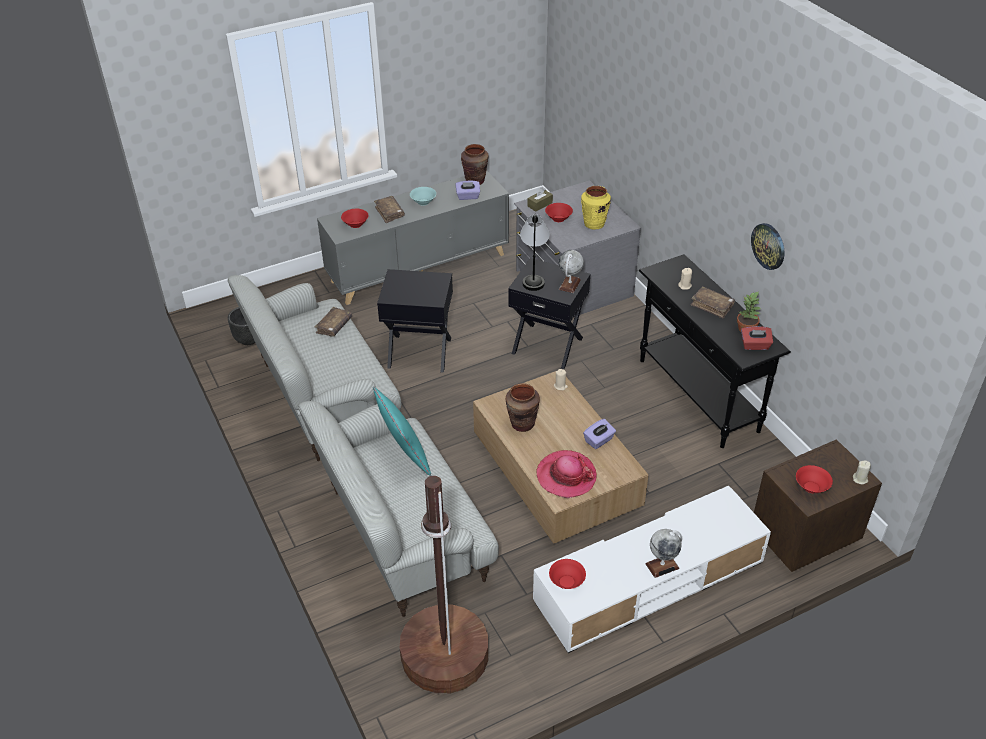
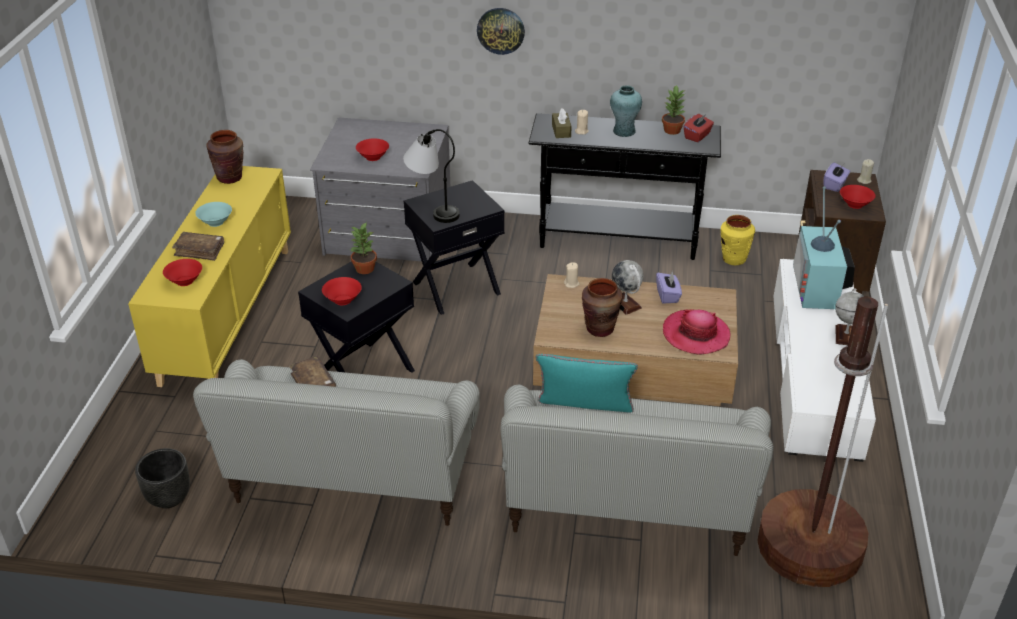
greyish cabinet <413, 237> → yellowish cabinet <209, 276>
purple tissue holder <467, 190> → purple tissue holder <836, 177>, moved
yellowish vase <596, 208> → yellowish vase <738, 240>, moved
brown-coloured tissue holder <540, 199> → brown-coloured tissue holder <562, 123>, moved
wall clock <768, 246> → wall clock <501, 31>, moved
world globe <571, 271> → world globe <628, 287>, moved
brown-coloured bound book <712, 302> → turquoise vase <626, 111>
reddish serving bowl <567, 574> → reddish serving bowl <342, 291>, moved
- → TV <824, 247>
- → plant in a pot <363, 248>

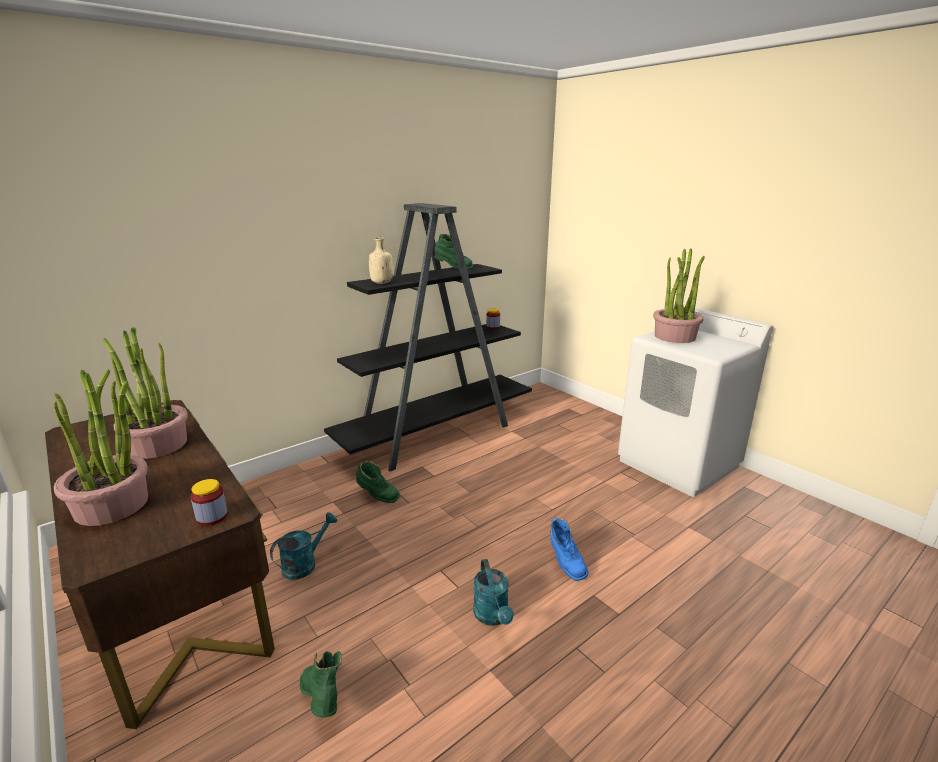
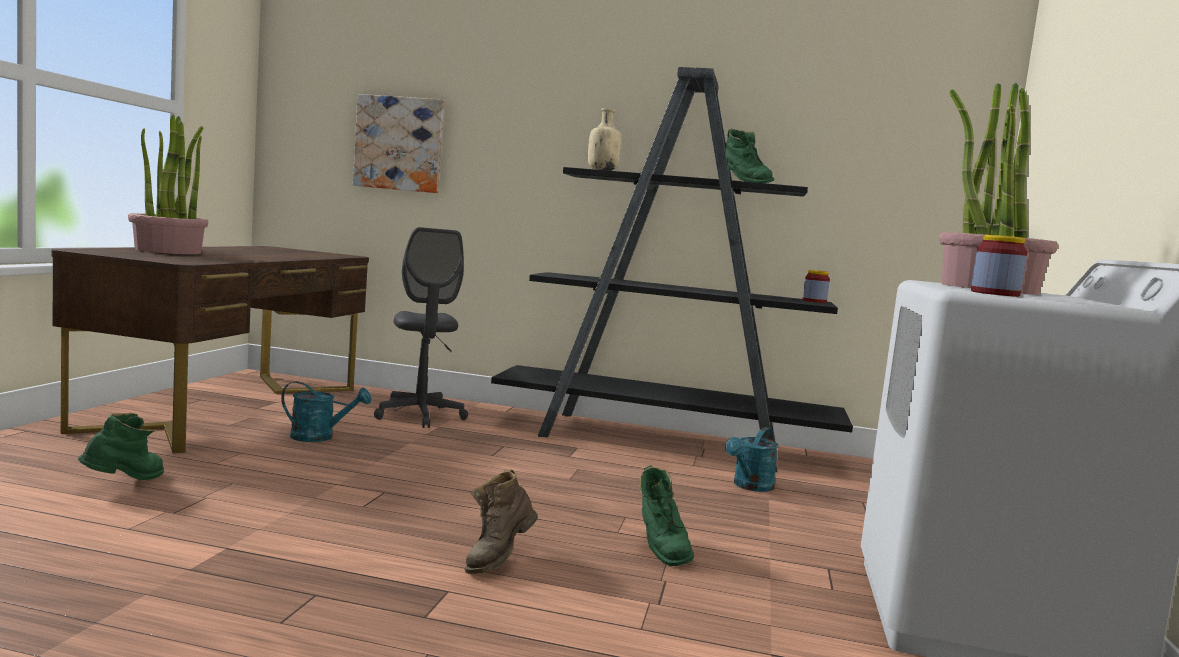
plant in a pot <145, 393> → -
green-coloured boot <378, 482> → green-coloured boot <666, 515>, moved
preserve jar <209, 502> → preserve jar <999, 266>, moved
bluish boot <569, 549> → brown-coloured boot <501, 521>
turquoise watering can <493, 592> → turquoise watering can <751, 459>, moved
- → wall picture <398, 143>
- → greyish desk chair <421, 327>

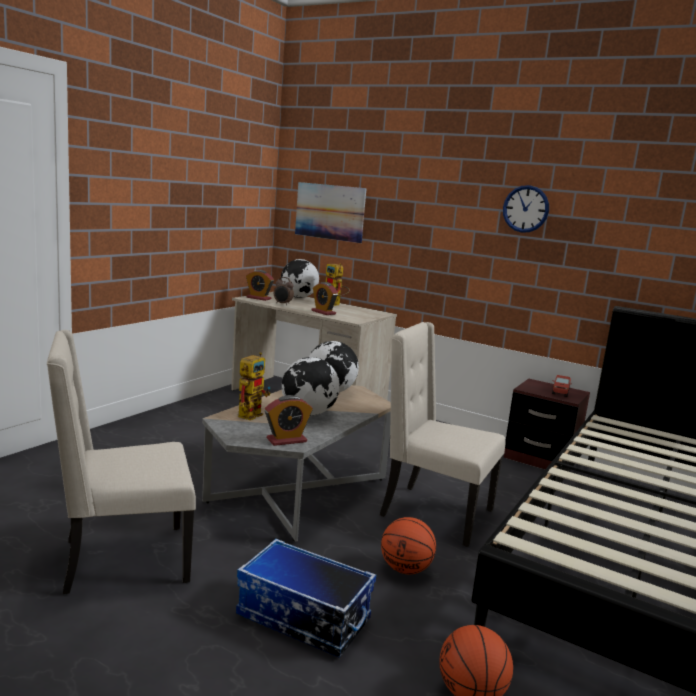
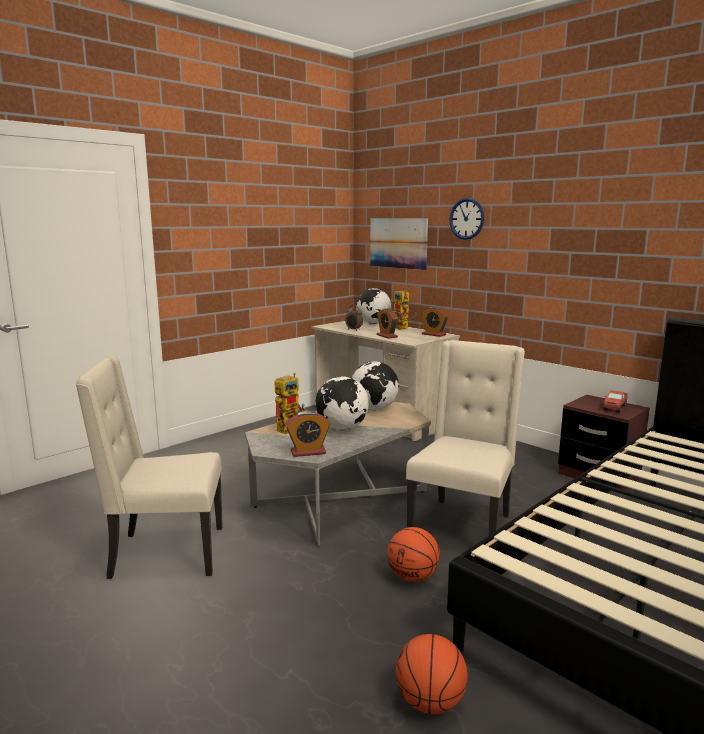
wall clock <526, 209> → wall clock <466, 219>, moved
bedside clock <260, 285> → bedside clock <434, 322>, moved
sand-coloured upright chair <443, 434> → sand-coloured upright chair <465, 437>, 75 degrees clockwise
storage bin <306, 598> → -

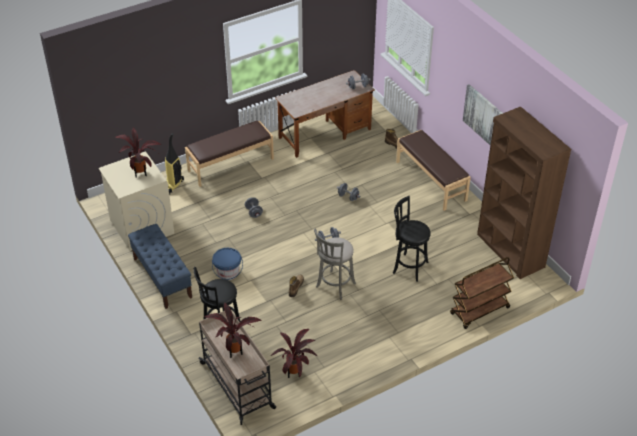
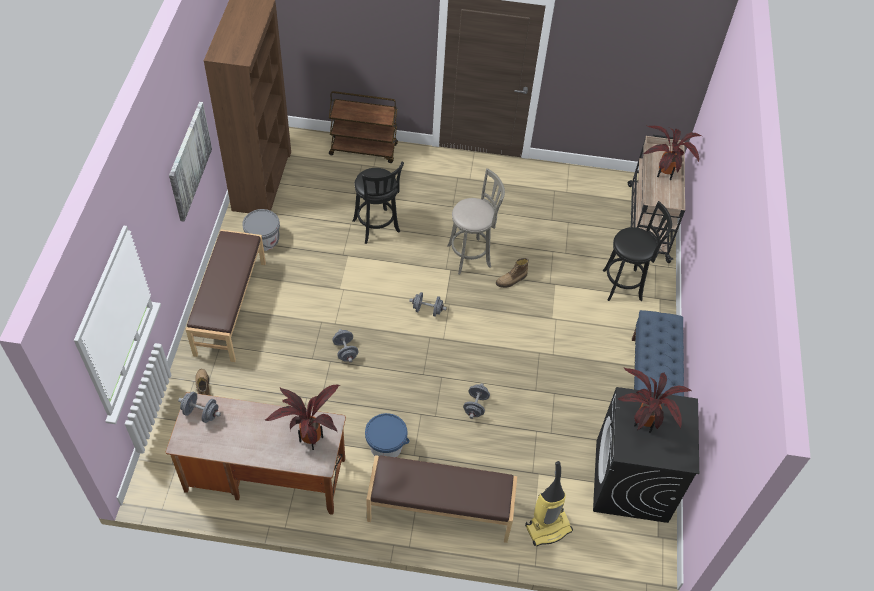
sand-coloured laundry machine <136, 201> → blackish laundry machine <646, 455>
bluish water bucket <227, 264> → bluish water bucket <387, 435>, moved
plant in a pot <293, 353> → plant in a pot <302, 417>, moved
- → greyish water bucket <261, 230>

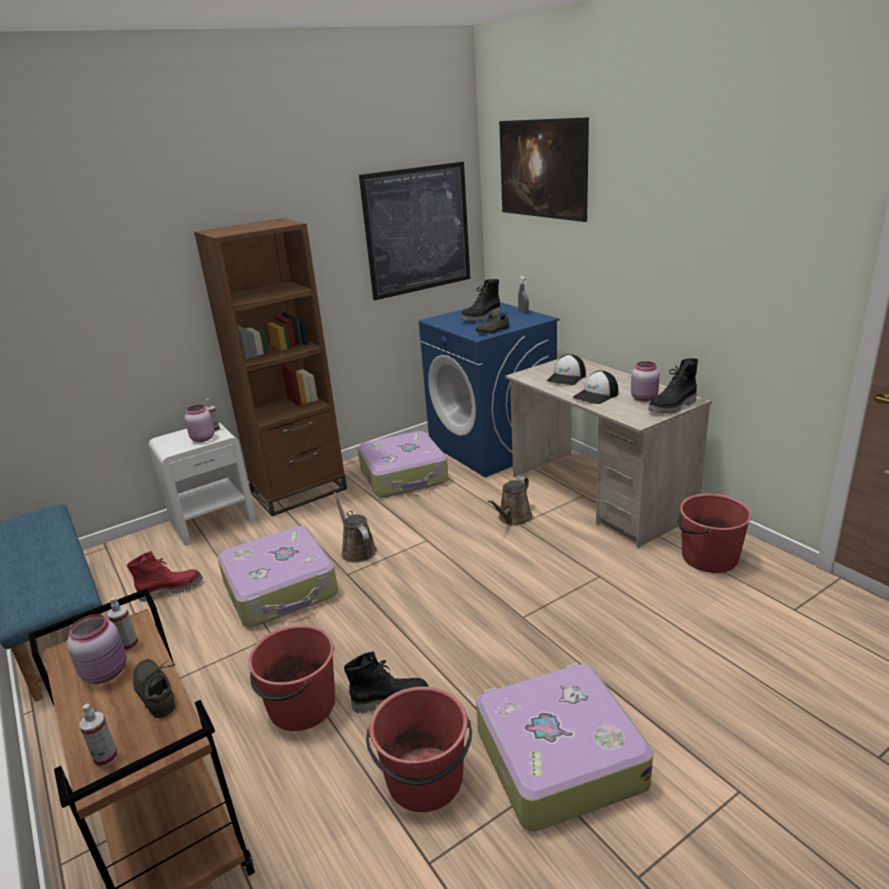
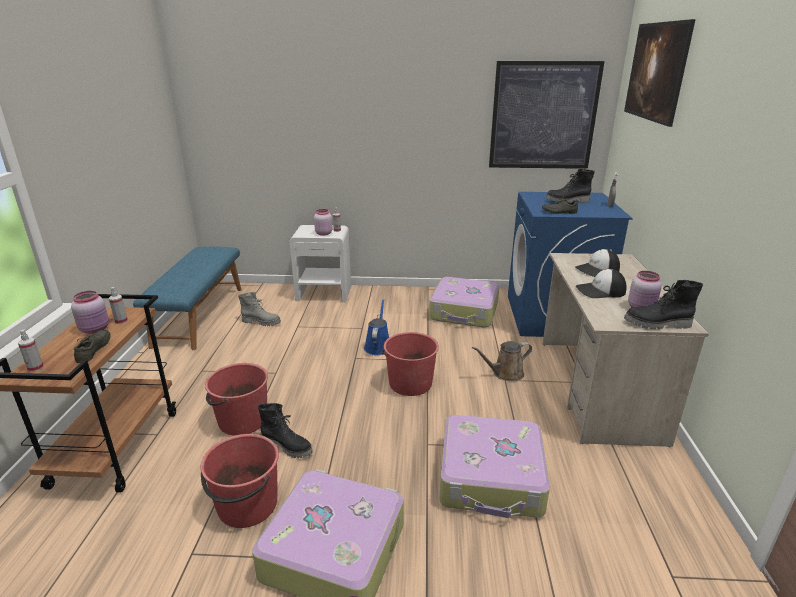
brown-coloured shelving unit <270, 367> → -
brown-coloured watering can <355, 527> → bluish watering can <376, 327>
reddish water bucket <714, 533> → reddish water bucket <410, 364>, moved
suitcase <277, 576> → suitcase <495, 466>, moved
reddish boot <165, 576> → greyish boot <259, 309>

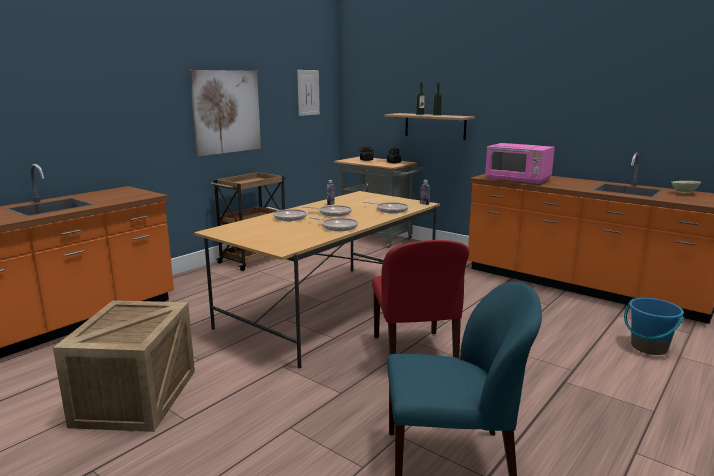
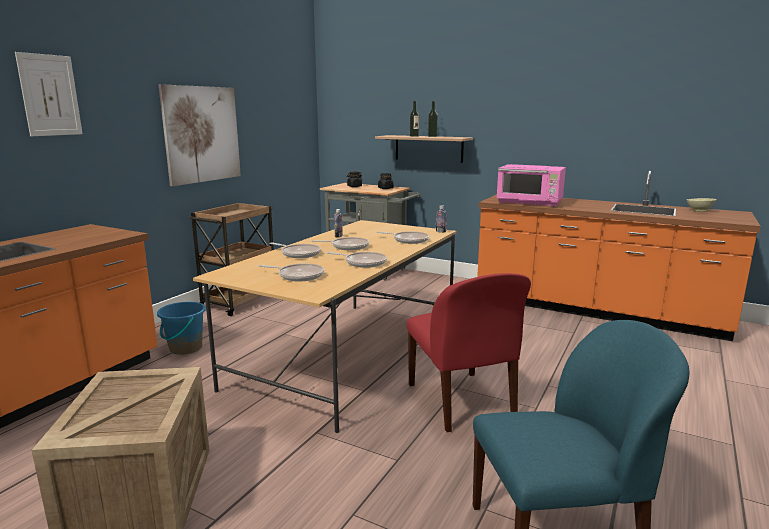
wall picture <308, 93> → wall picture <49, 94>, moved
bluish water bucket <654, 326> → bluish water bucket <181, 328>, moved
- → skillet <291, 272>

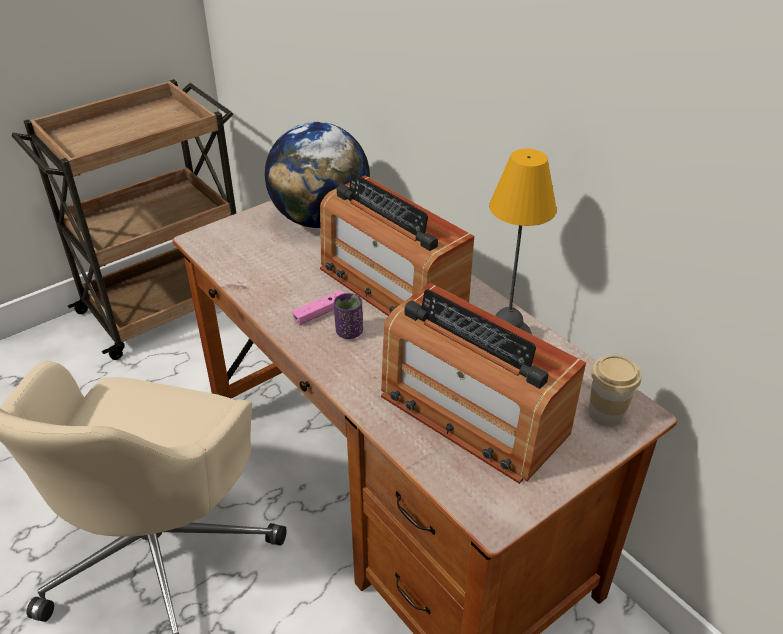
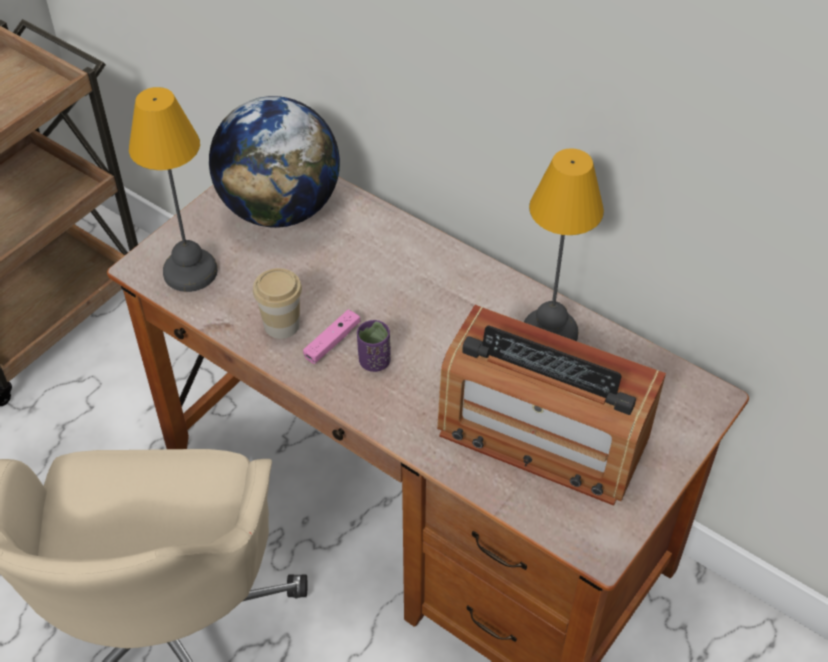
radio <397, 244> → -
small cup <615, 391> → small cup <277, 303>, moved
- → lamp for a table <173, 189>

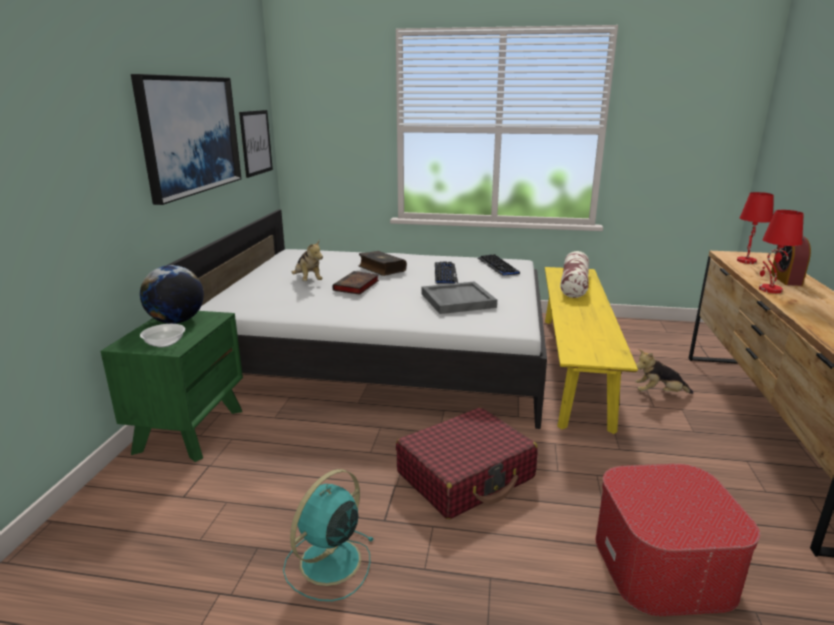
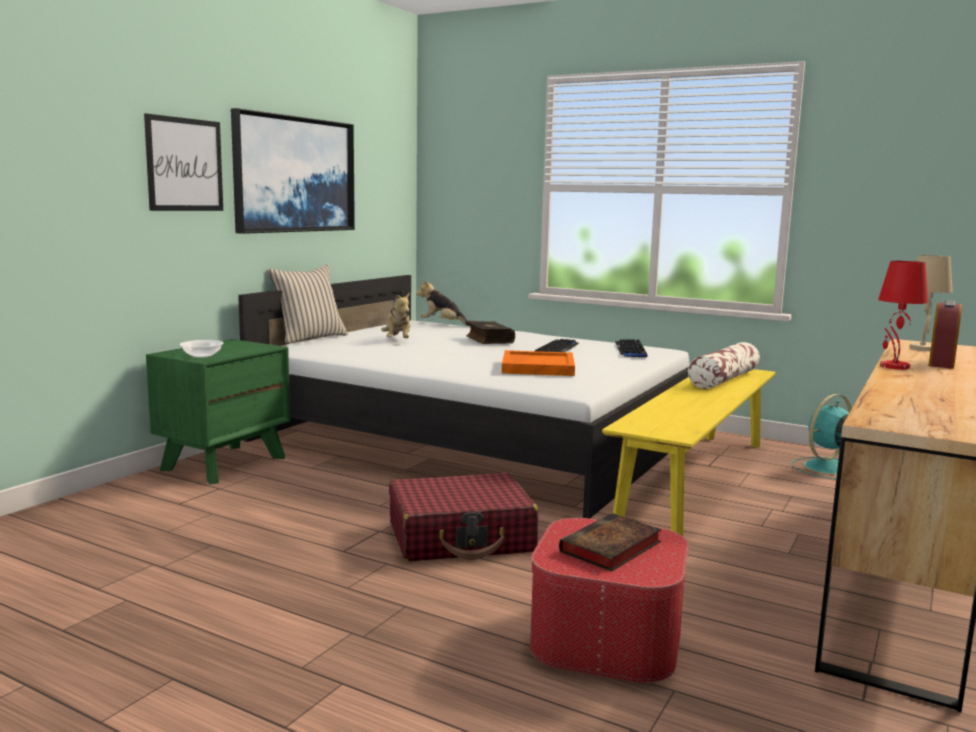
wall picture <256, 144> → wall picture <183, 162>, moved
reddish lamp for a table <755, 228> → sand-coloured lamp for a table <931, 303>
world globe <172, 294> → -
bound book <355, 283> → bound book <610, 542>, moved
greyish serving tray <459, 297> → orange-coloured serving tray <538, 363>
cuddly toy <664, 371> → cuddly toy <443, 303>, moved
turquoise cooling fan <328, 535> → turquoise cooling fan <821, 437>, moved
- → sand-coloured cushion <307, 304>

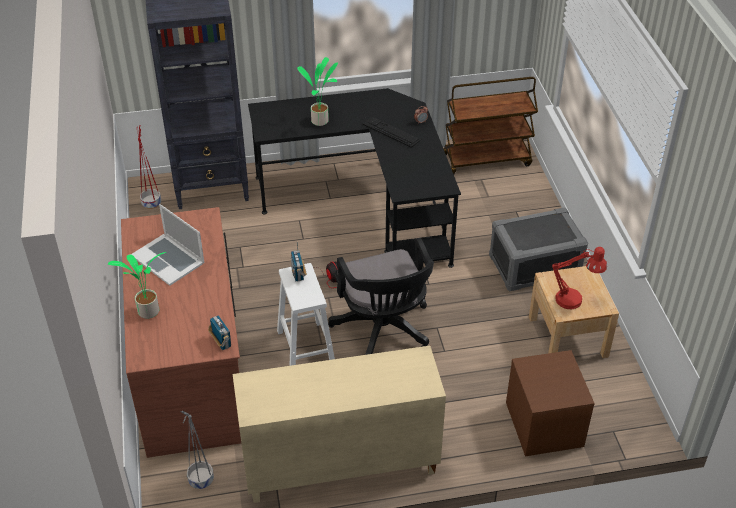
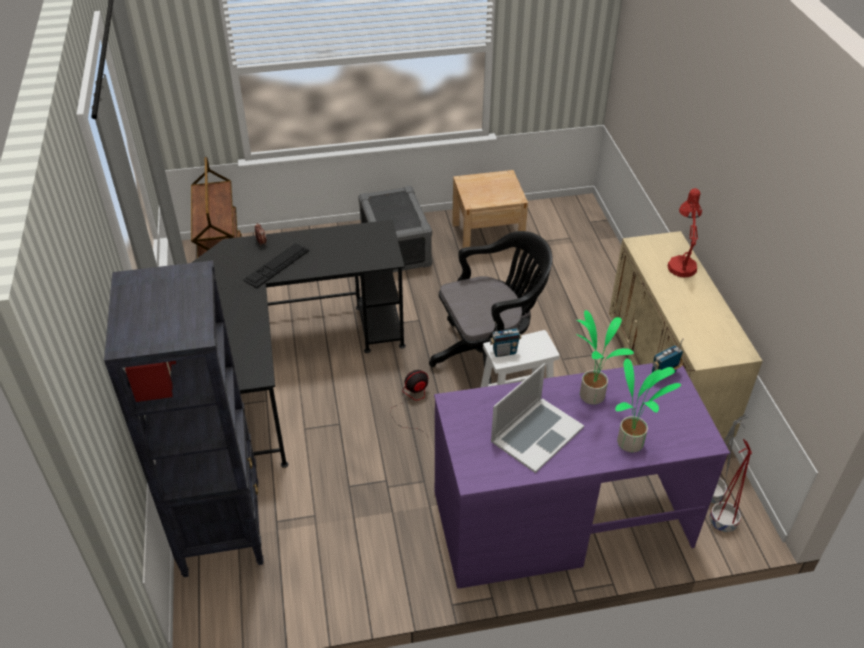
plant in a pot <317, 91> → plant in a pot <605, 357>, moved
reddish flower pot <149, 167> → reddish flower pot <730, 485>, moved
brown-coloured desk unit <181, 332> → purple desk unit <582, 475>
reddish lamp for a table <579, 278> → reddish lamp for a table <685, 232>, moved
brown-coloured bedside table <550, 403> → -

